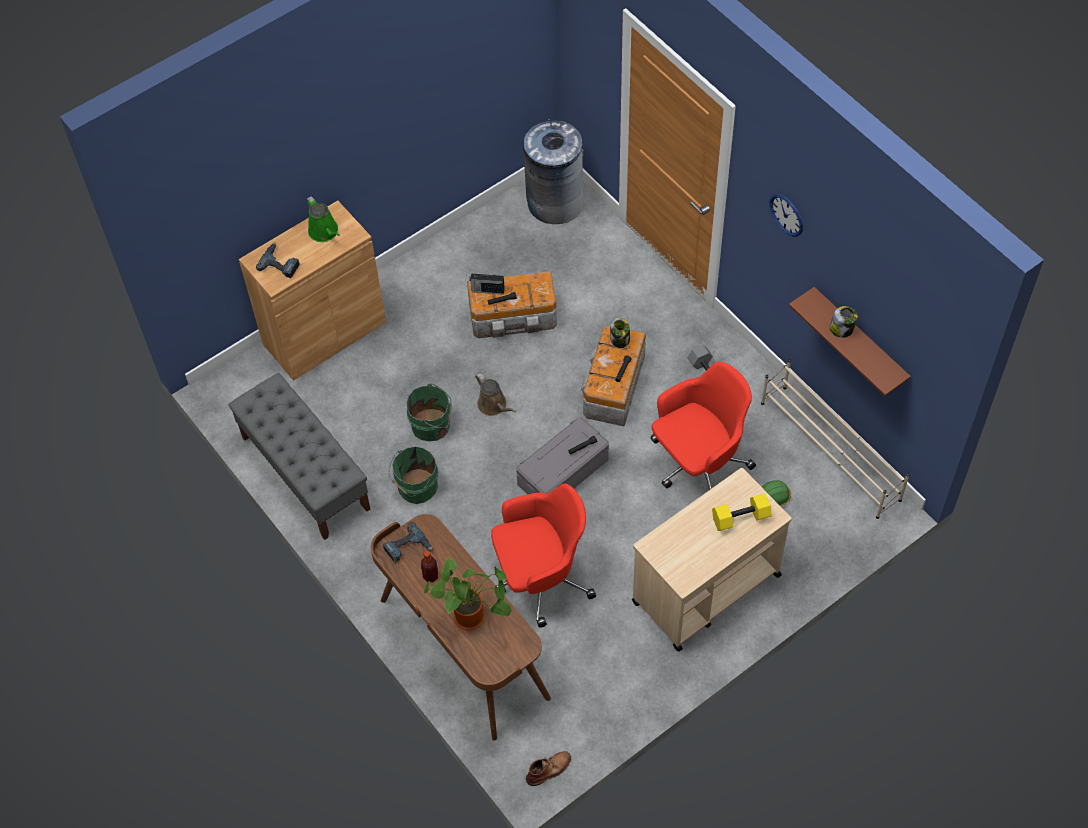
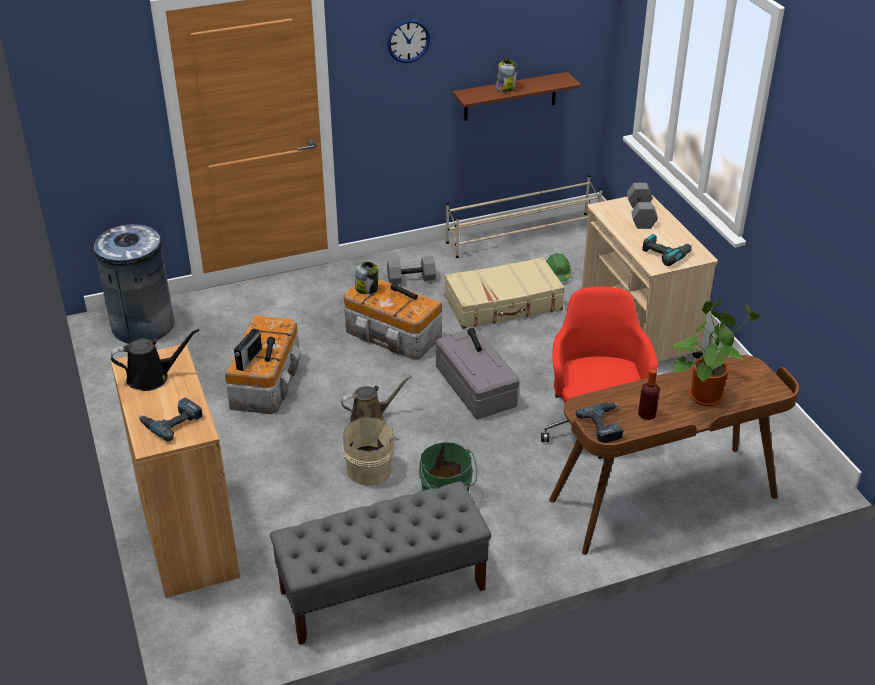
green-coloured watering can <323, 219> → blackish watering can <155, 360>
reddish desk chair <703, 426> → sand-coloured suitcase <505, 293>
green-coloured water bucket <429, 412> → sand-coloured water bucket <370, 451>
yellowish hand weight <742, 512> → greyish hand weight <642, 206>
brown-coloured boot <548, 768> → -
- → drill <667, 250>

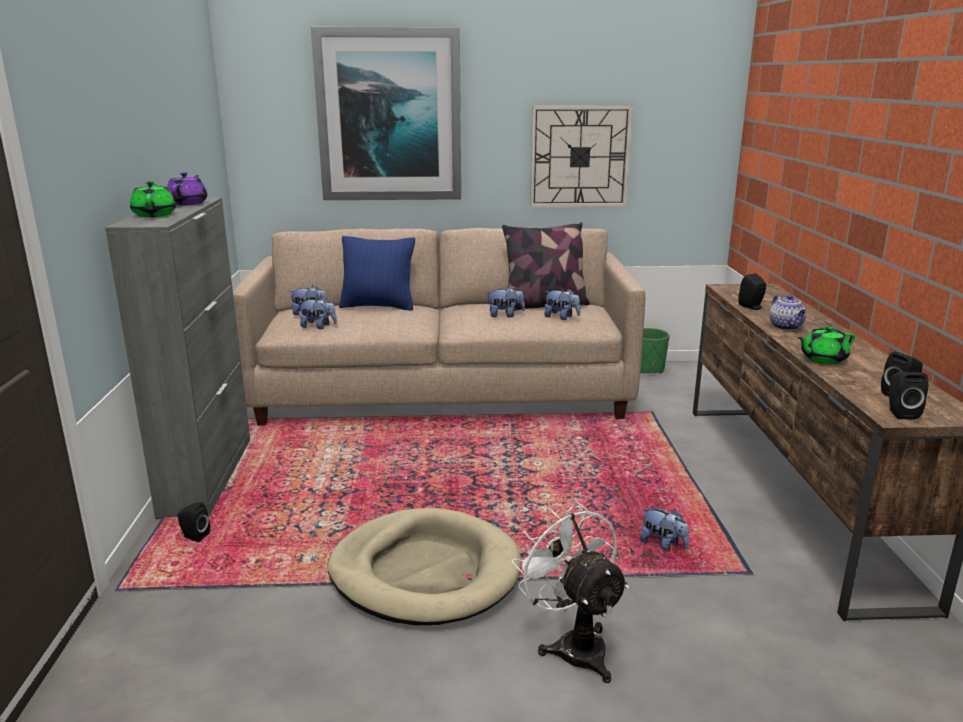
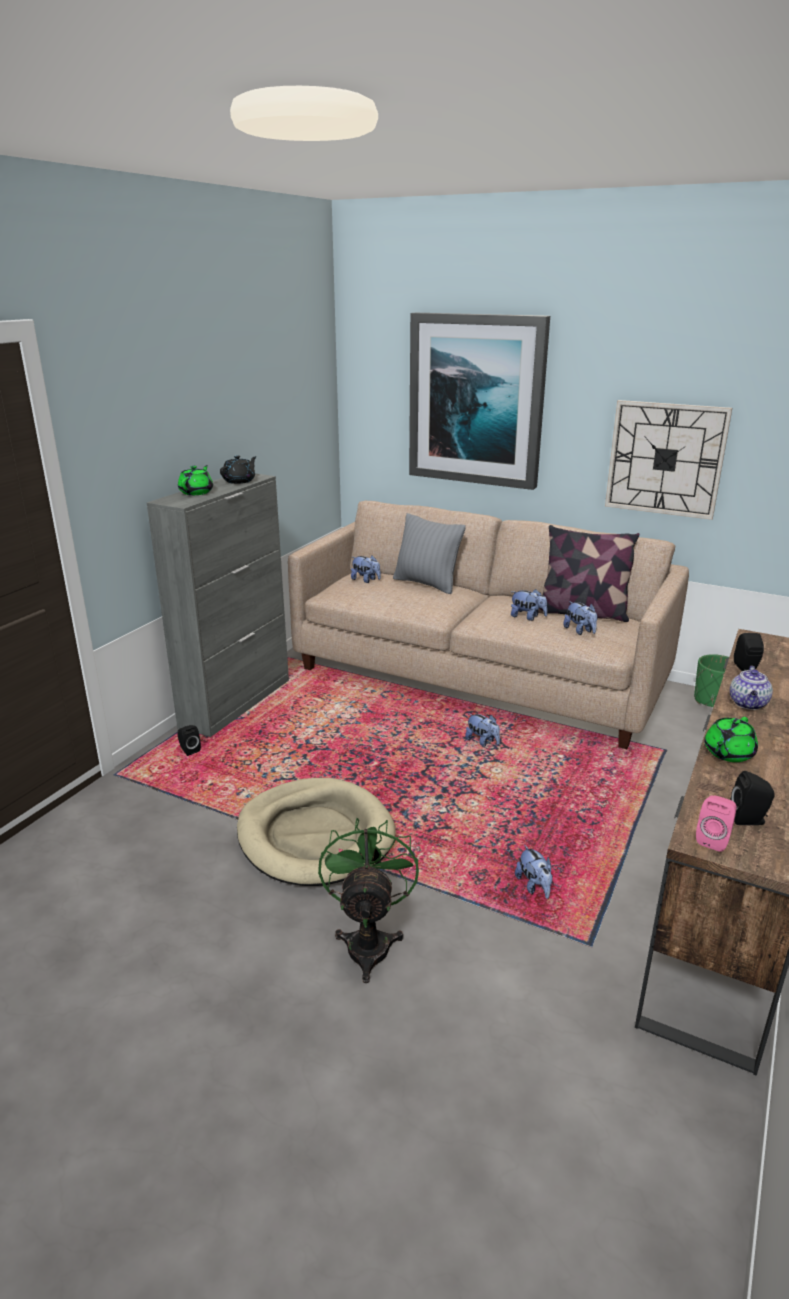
purple pot for tea <187, 188> → blackish pot for tea <238, 469>
bluish cushion <377, 273> → greyish cushion <429, 553>
cuddly toy <318, 313> → cuddly toy <482, 729>, moved
green-coloured pot for tea <826, 345> → green-coloured pot for tea <731, 739>, 60 degrees counterclockwise
blackish loudspeaker <909, 396> → pink loudspeaker <716, 823>
white cooling fan <570, 592> → green-coloured cooling fan <368, 900>

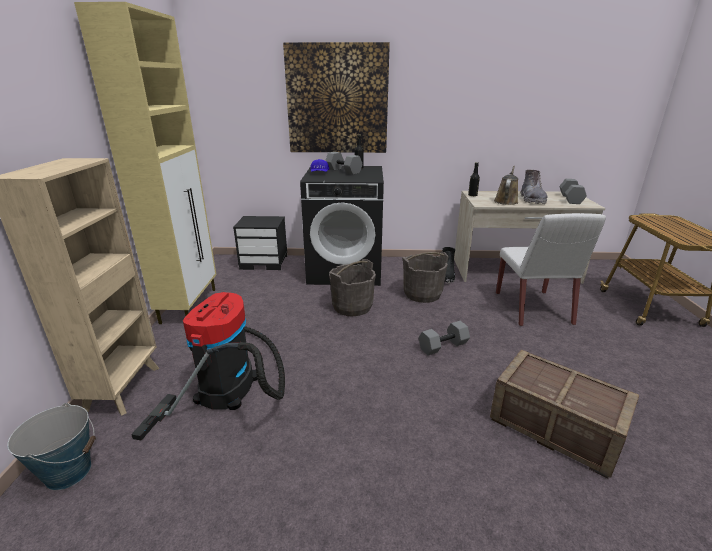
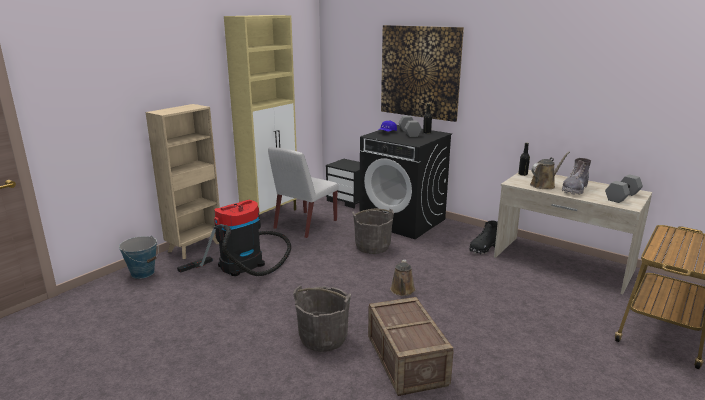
white upright chair <551, 269> → white upright chair <303, 192>, moved
greyish water bucket <425, 277> → greyish water bucket <322, 319>, moved
greyish hand weight <444, 338> → brown-coloured watering can <402, 278>

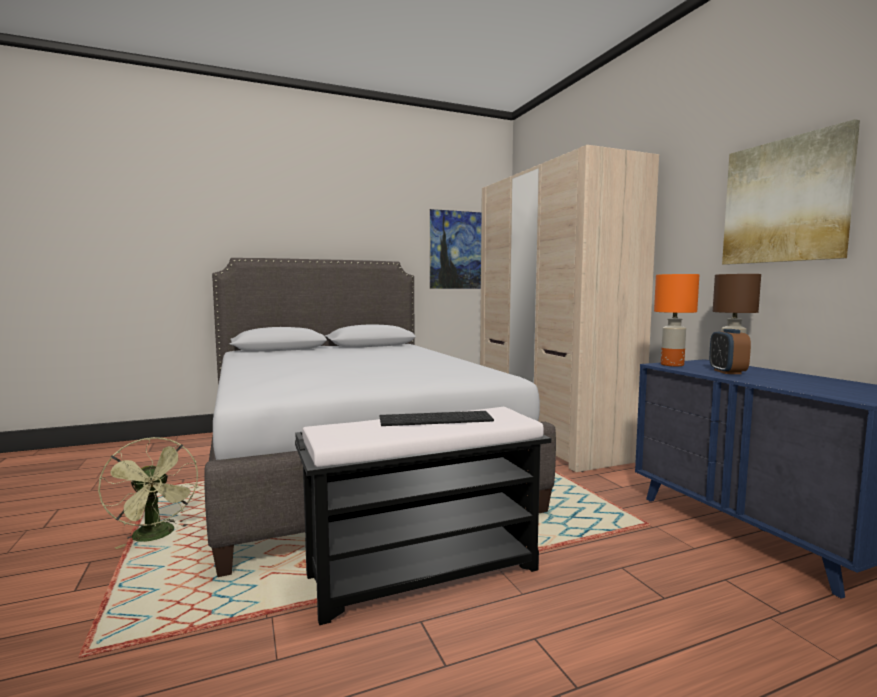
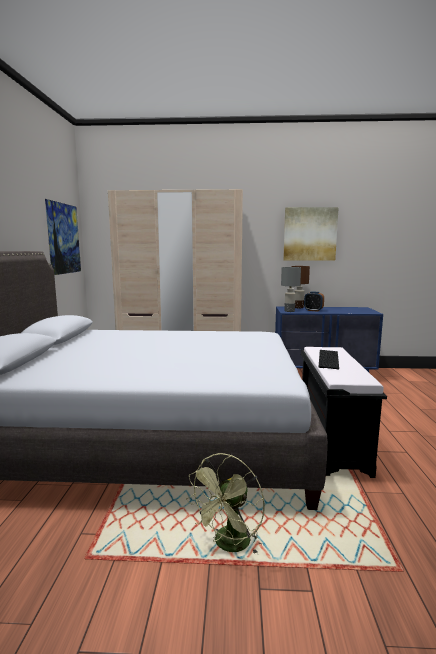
orange-coloured lamp for a table <677, 320> → greyish lamp for a table <291, 289>
green-coloured cooling fan <148, 493> → green-coloured cooling fan <225, 504>, 135 degrees clockwise

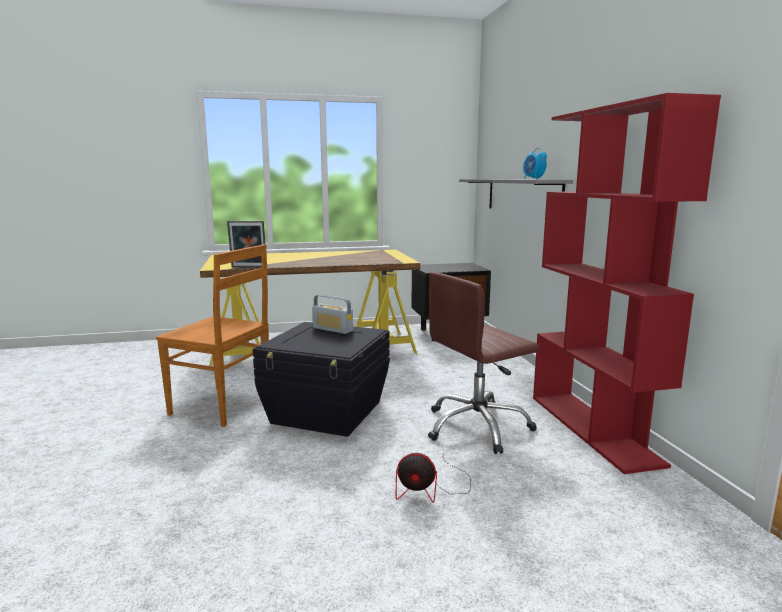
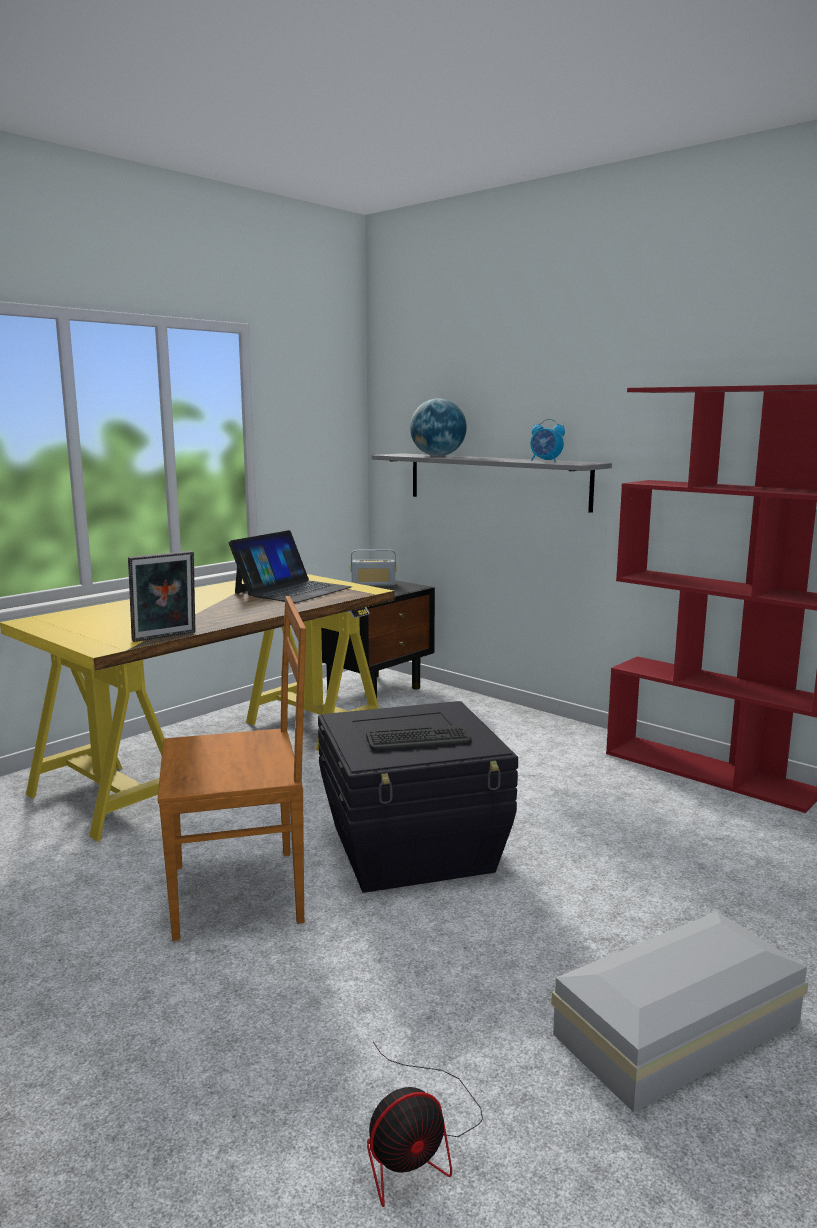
brown-coloured desk chair <483, 363> → -
radio <332, 314> → radio <374, 567>, moved
cooling fan <433, 478> → cooling fan <425, 1124>, moved
- → world globe <438, 427>
- → notebook computer <290, 566>
- → PC keyboard <419, 737>
- → white storage bin <680, 1012>

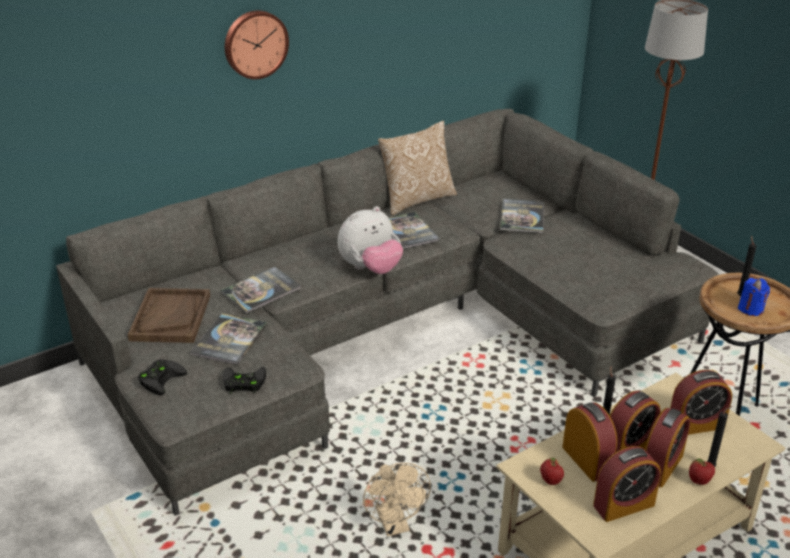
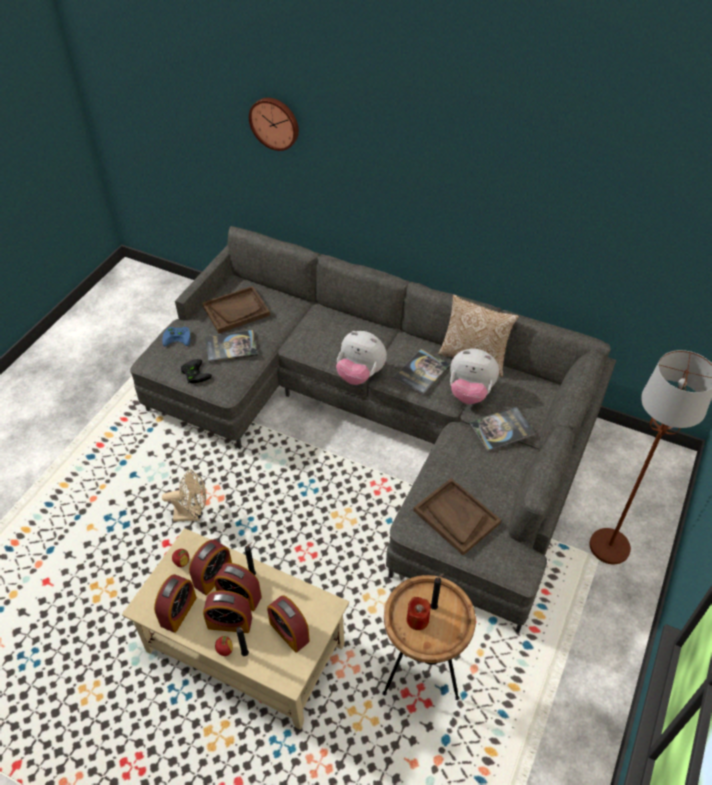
wall clock <257, 44> → wall clock <274, 124>, moved
bound book <260, 290> → -
bluish candle <754, 297> → reddish candle <419, 613>
blackish game controller <162, 377> → bluish game controller <176, 336>
bedside clock <627, 484> → bedside clock <175, 603>, 105 degrees counterclockwise
sand-coloured cooling fan <397, 499> → sand-coloured cooling fan <184, 495>, 135 degrees counterclockwise
- → cuddly toy <474, 376>
- → brown-coloured serving tray <457, 516>

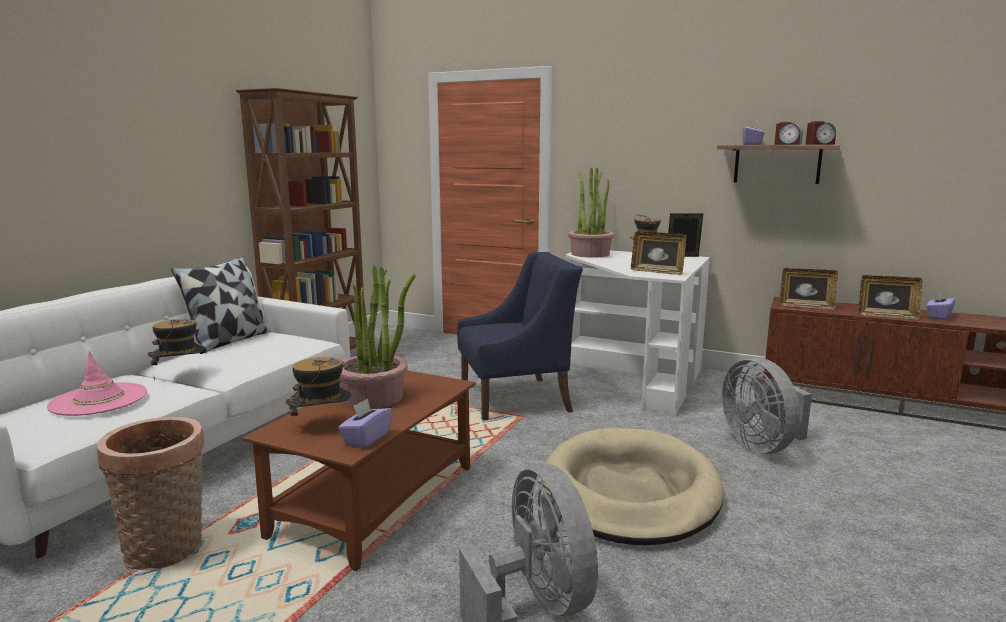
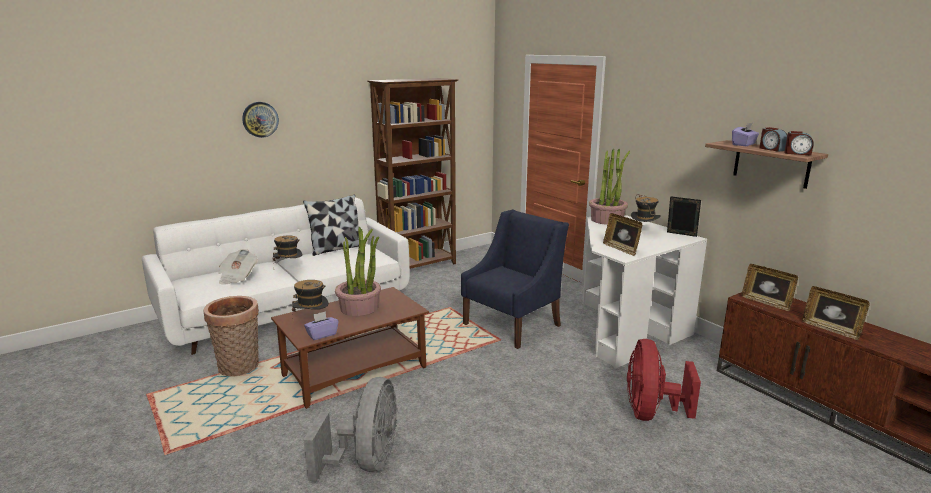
bluish easy chair <520, 336> → bluish easy chair <515, 279>, 60 degrees counterclockwise
purple tissue holder <941, 305> → -
pink wearable hat <97, 383> → printed paper <238, 266>
greyish cooling fan <767, 405> → reddish cooling fan <664, 380>
sand-coloured dog bed <632, 486> → -
- → wall clock <260, 120>

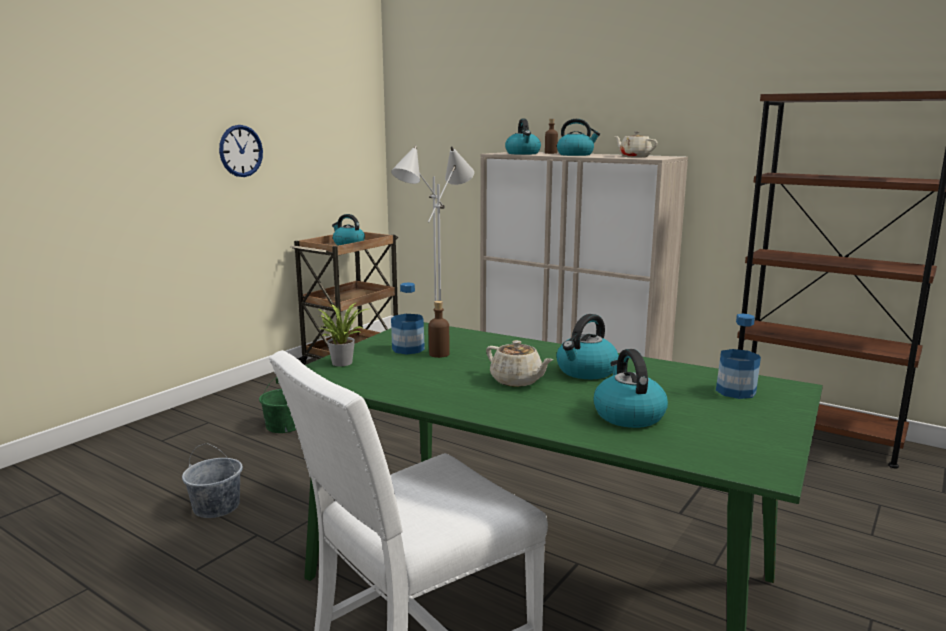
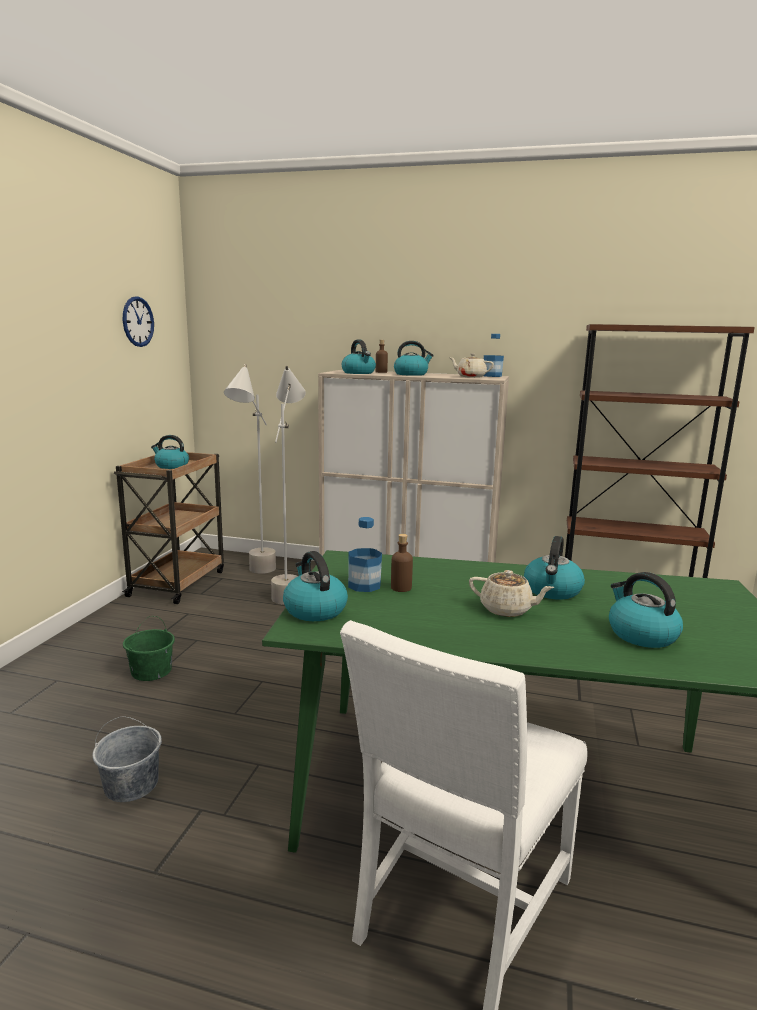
wall clock <241, 151> → wall clock <138, 321>, moved
plant in a pot <343, 334> → water kettle <315, 586>
bottle <738, 356> → bottle <494, 355>, moved

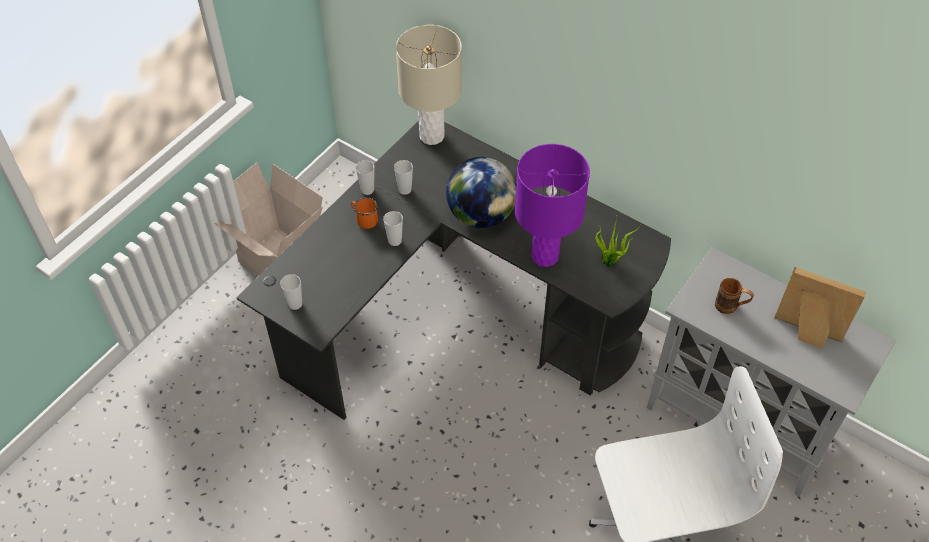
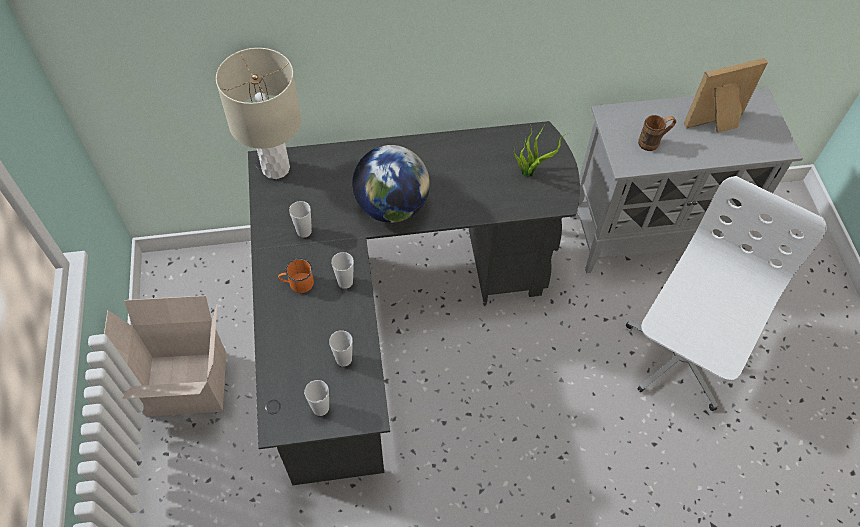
purple lamp for a table <552, 205> → -
small cup <365, 177> → small cup <341, 348>, moved

